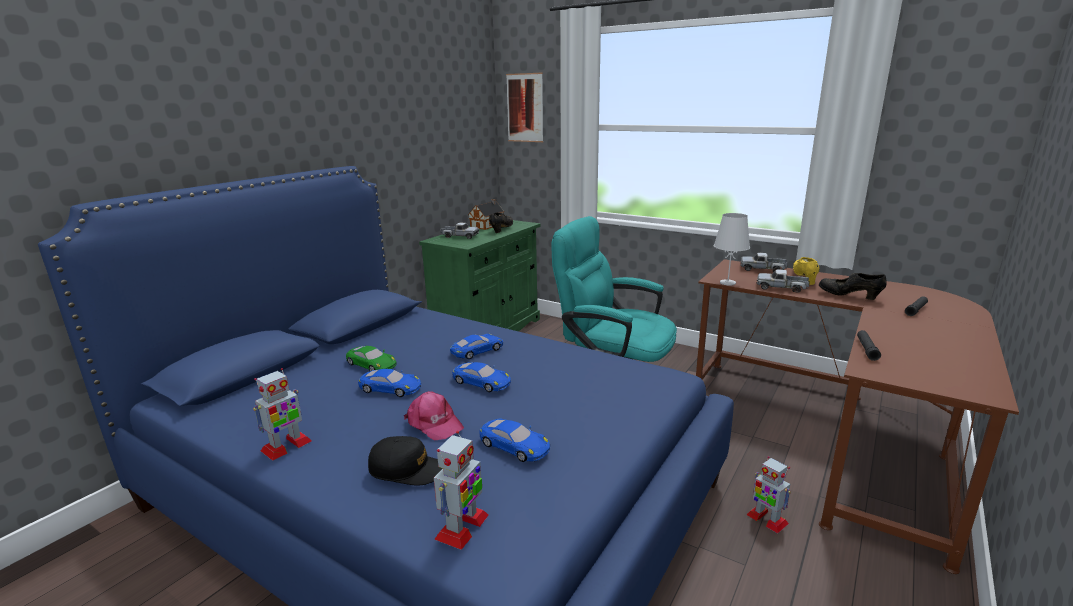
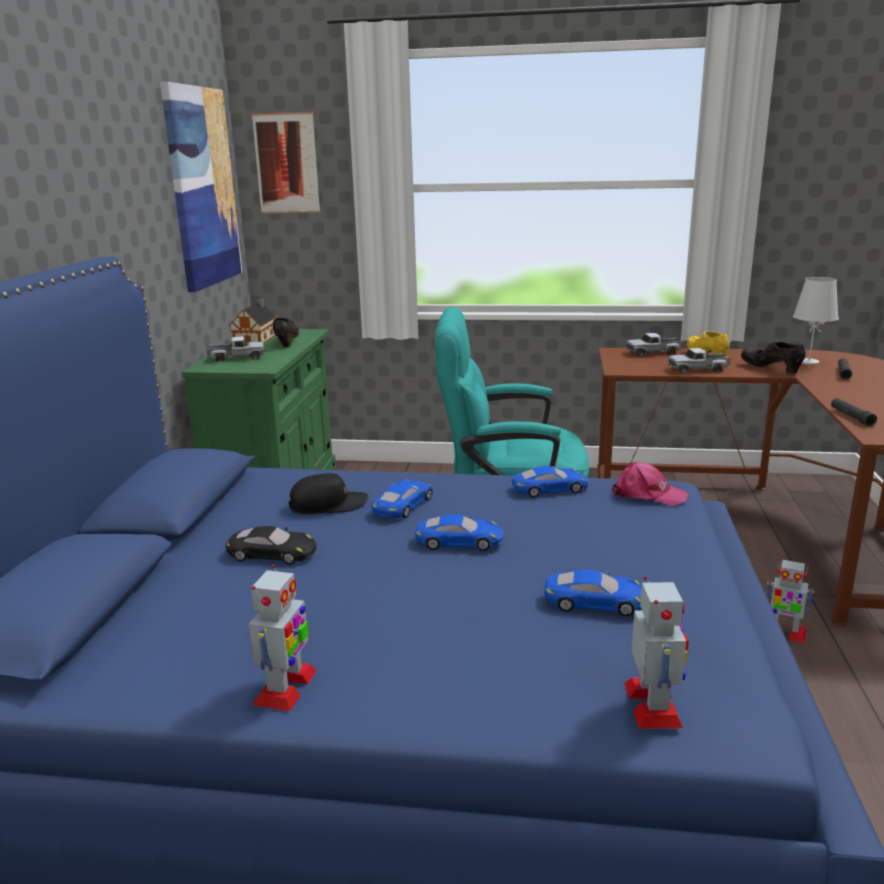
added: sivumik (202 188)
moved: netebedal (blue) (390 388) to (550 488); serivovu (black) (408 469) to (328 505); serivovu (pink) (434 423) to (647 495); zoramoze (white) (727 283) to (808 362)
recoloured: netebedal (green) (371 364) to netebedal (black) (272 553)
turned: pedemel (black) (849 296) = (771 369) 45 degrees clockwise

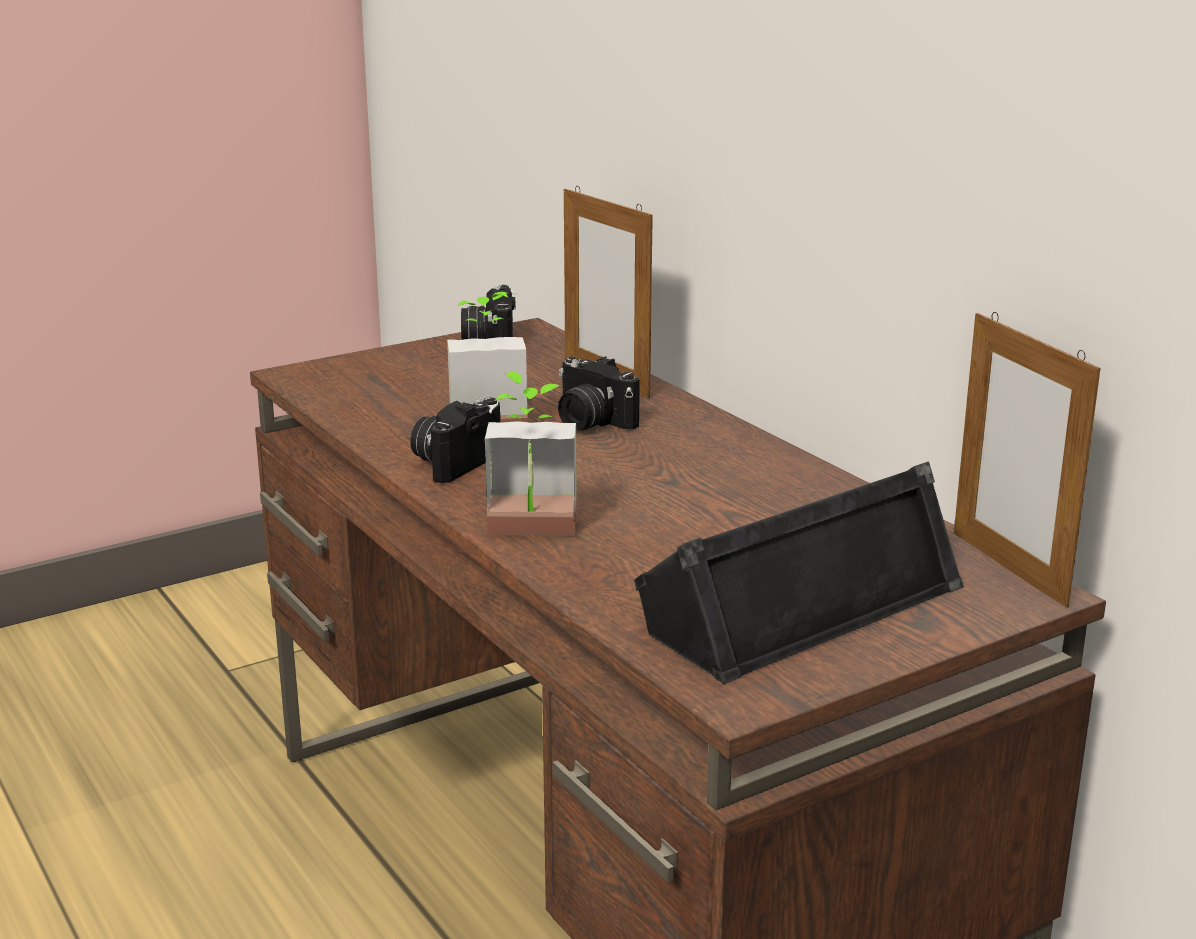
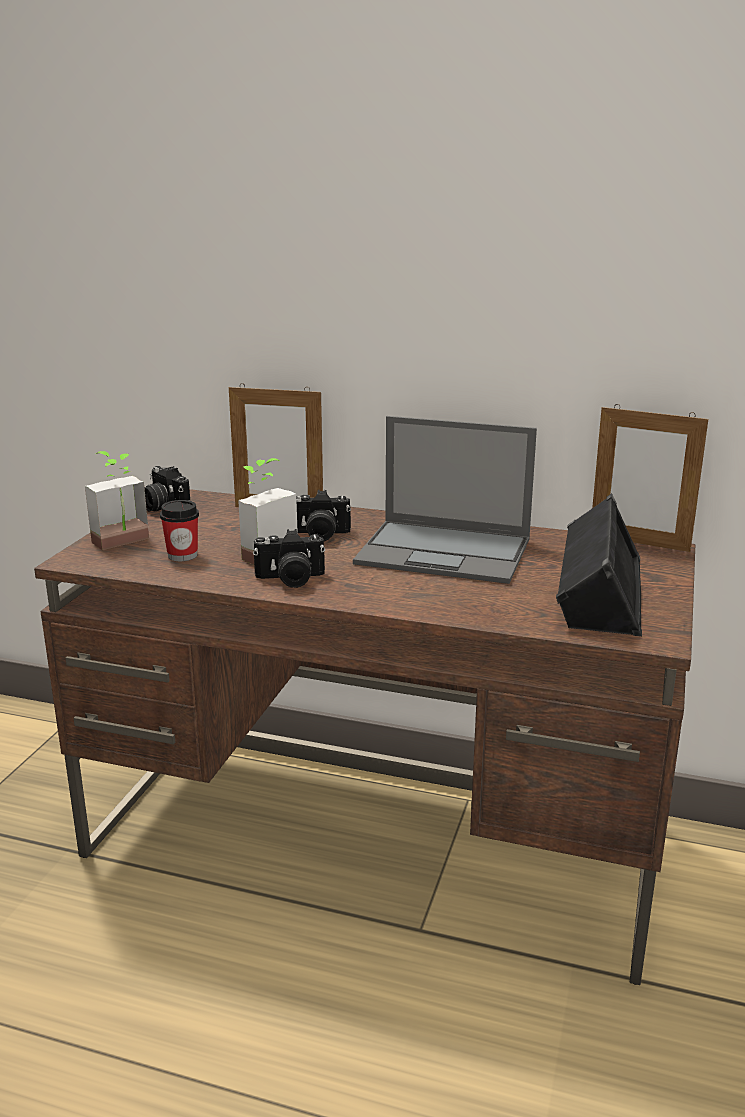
added: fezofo (182 555); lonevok (446 552)
moved: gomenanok (531 533) to (125 543)
turned: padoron (454 462) = (290 579) 90 degrees counterclockwise

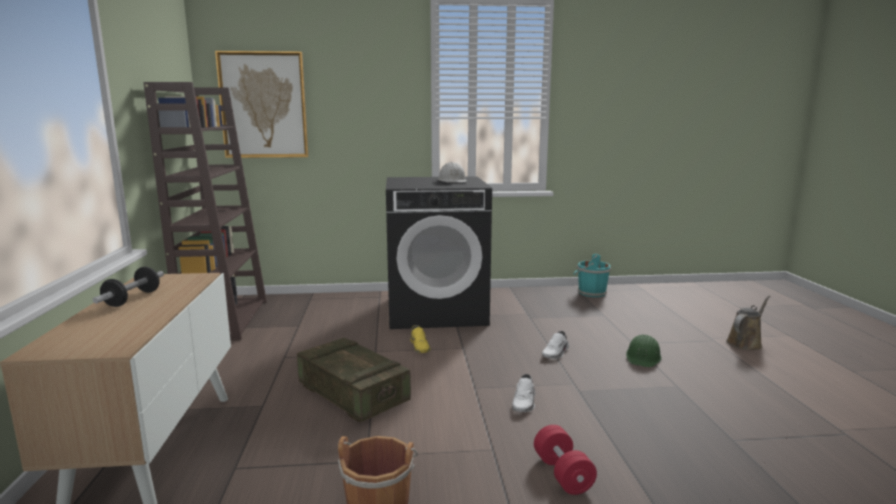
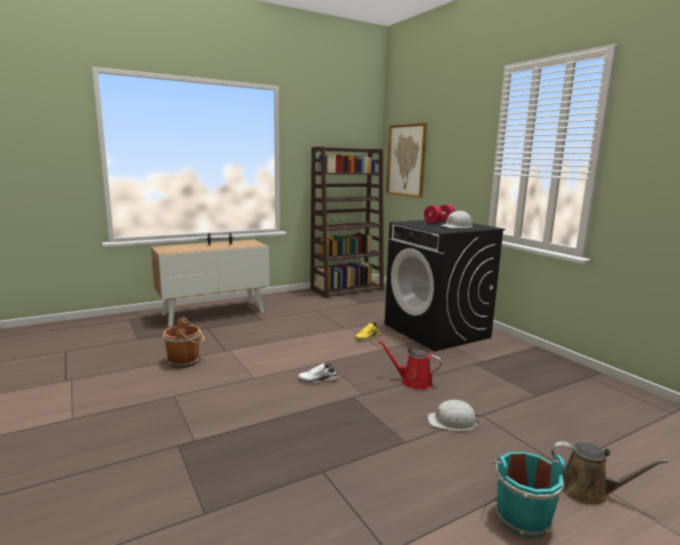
removed: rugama (353 395)
moved: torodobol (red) (562 474) to (439 222); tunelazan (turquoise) (590 293) to (521 516)
replaced: pedemel (white) (556 353) to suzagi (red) (413 382)
recoloured: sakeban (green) (643 357) to sakeban (white) (452 422)

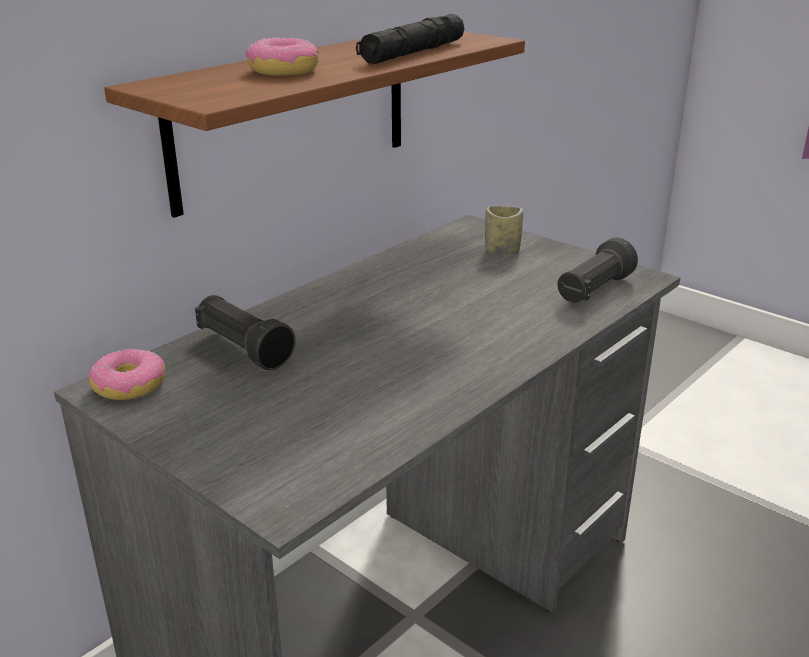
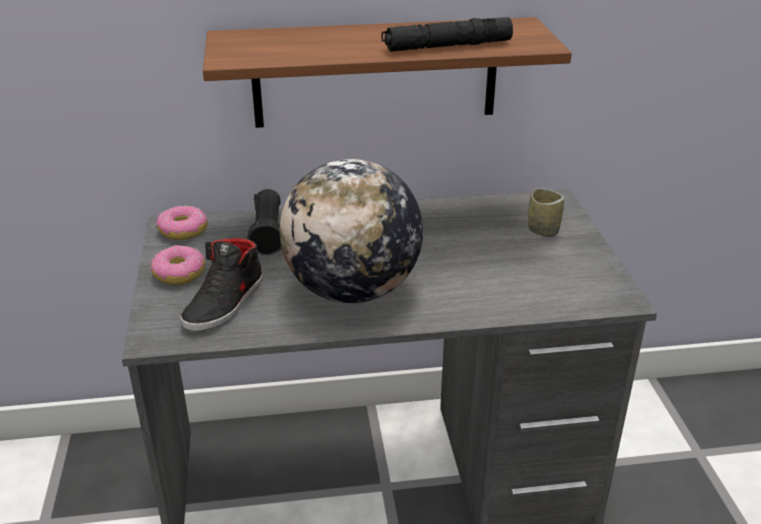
removed: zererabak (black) (593 291)
added: pedemel (black) (225 303); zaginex (353 290)
moved: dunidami (283 71) to (179 273)

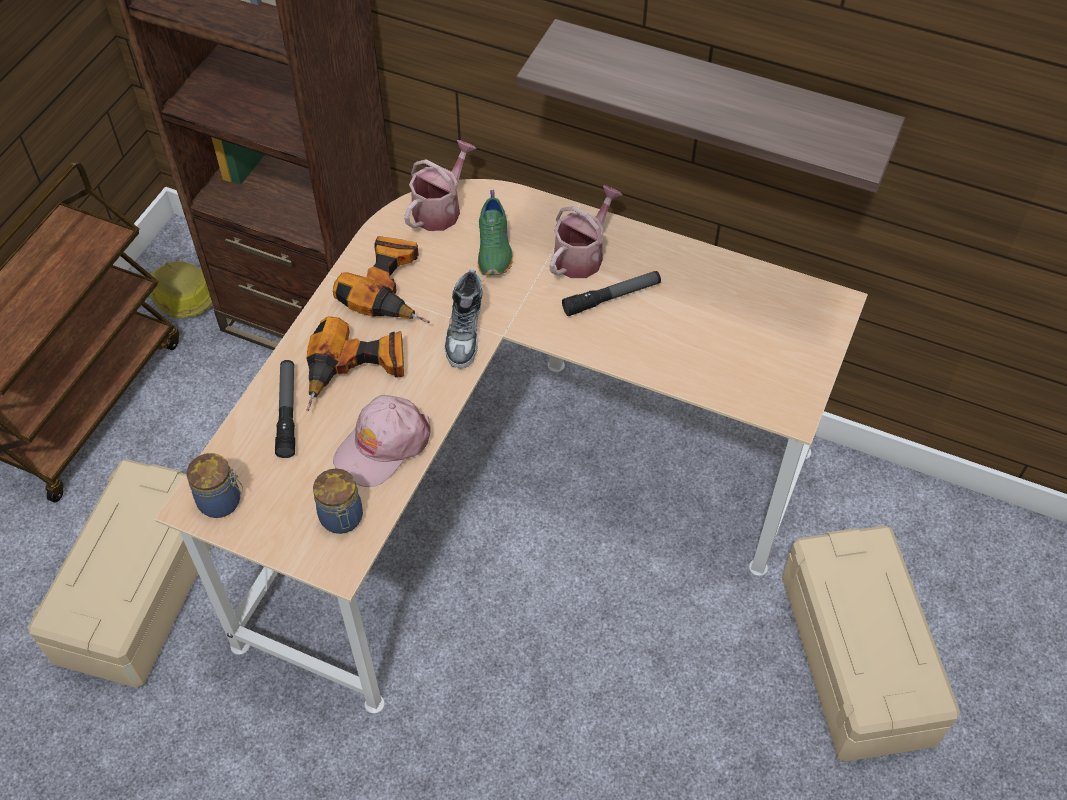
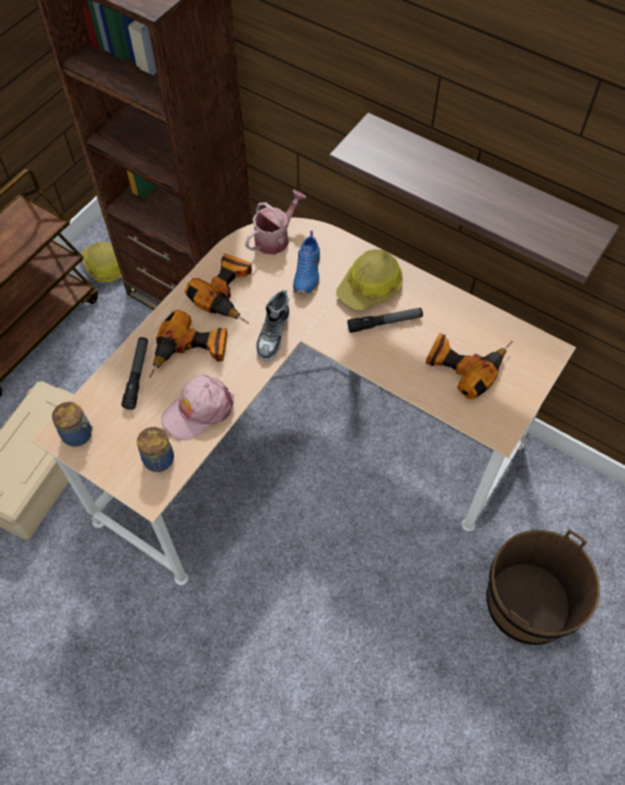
added: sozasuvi (464 364)
replaced: suzagi (582 255) to sakeban (370 287); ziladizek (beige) (859 658) to tunelazan (brown) (527 604)
recoloured: pedemel (green) (495 249) to pedemel (blue) (308 273)

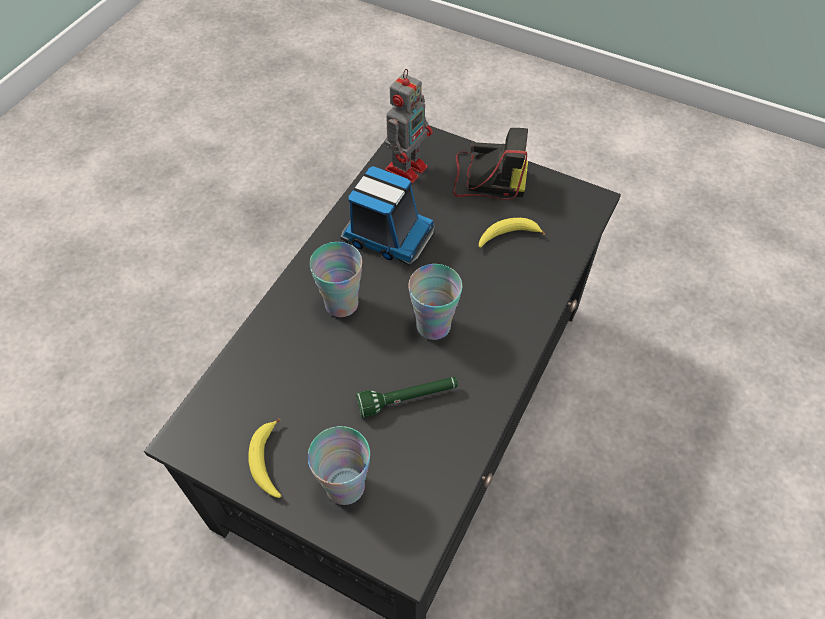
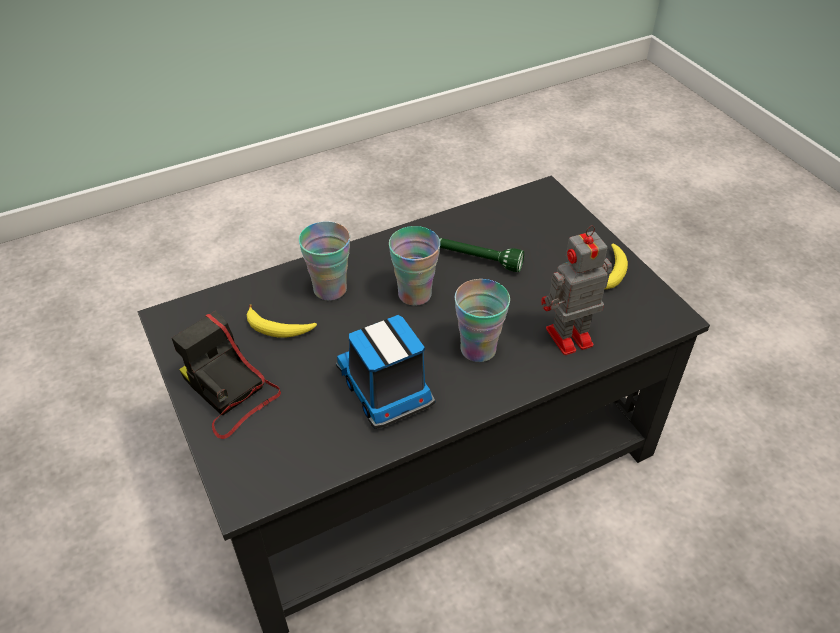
moved: fezofo (345 486) to (330 289); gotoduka (407 167) to (567 338)

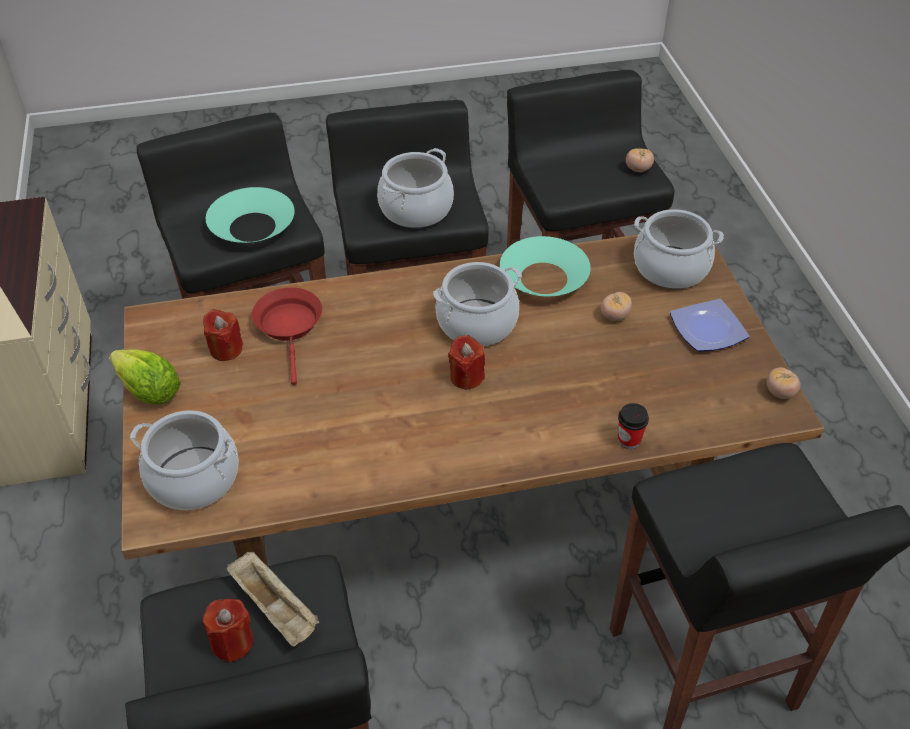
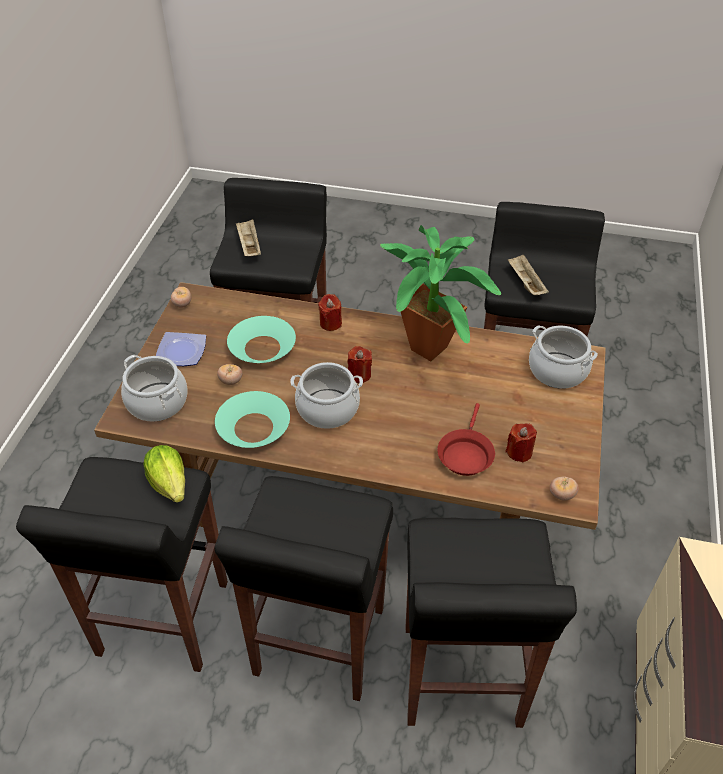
removed: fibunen (416 209); fezofo (629 440)
added: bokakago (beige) (249 246); gomenanok (432 354)
moved: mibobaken (149 391) to (170 484); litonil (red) (232 642) to (330 323); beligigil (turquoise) (252 227) to (262 347); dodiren (638 169) to (561 495)

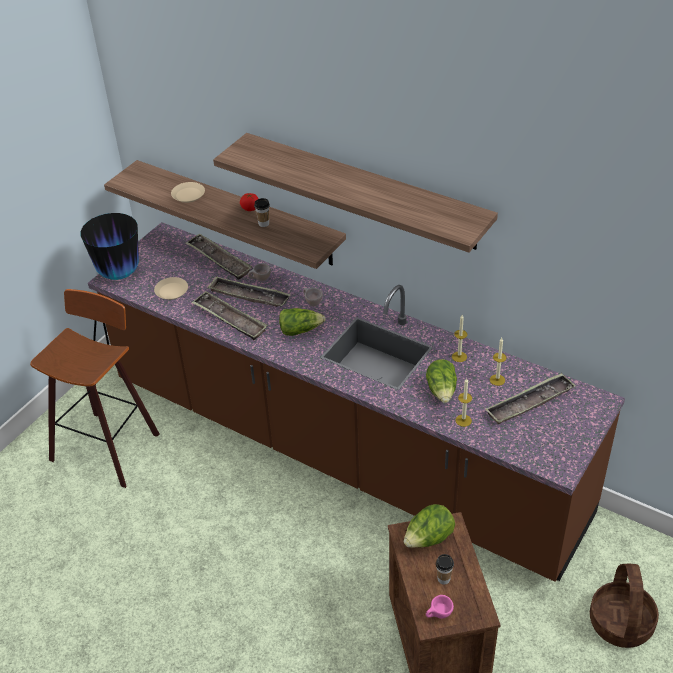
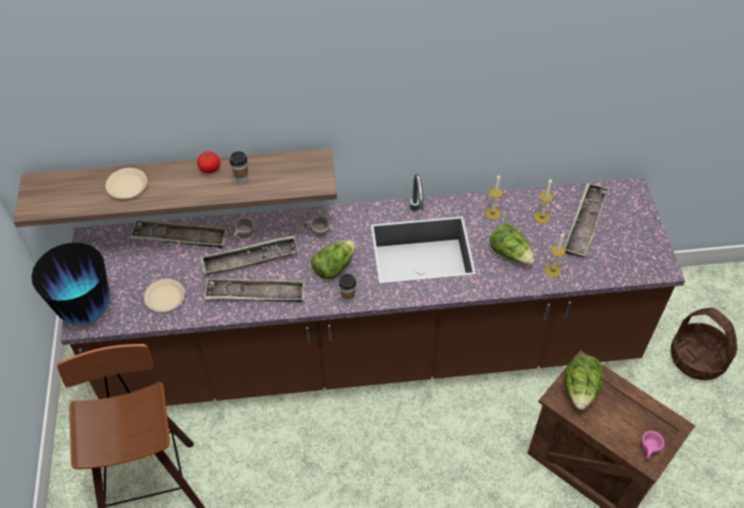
removed: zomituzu (365 191)
moved: fezofo (443 579) to (348 298)

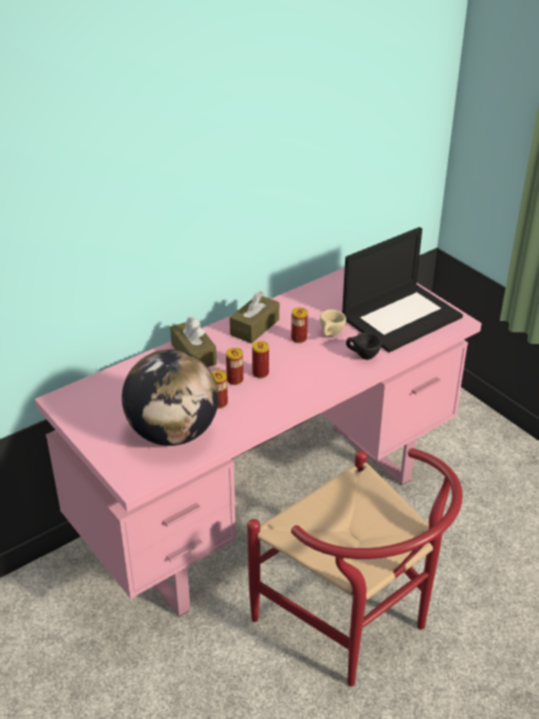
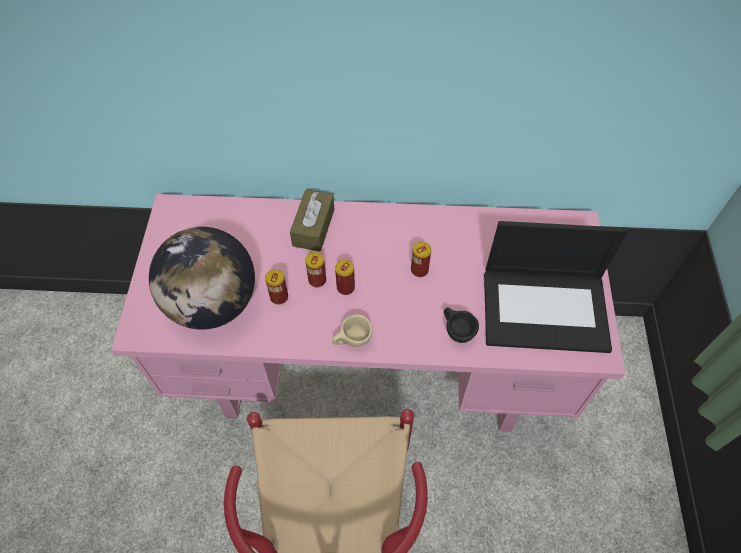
removed: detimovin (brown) (254 327)
moved: fezofo (beige) (331 335) to (352 342)

